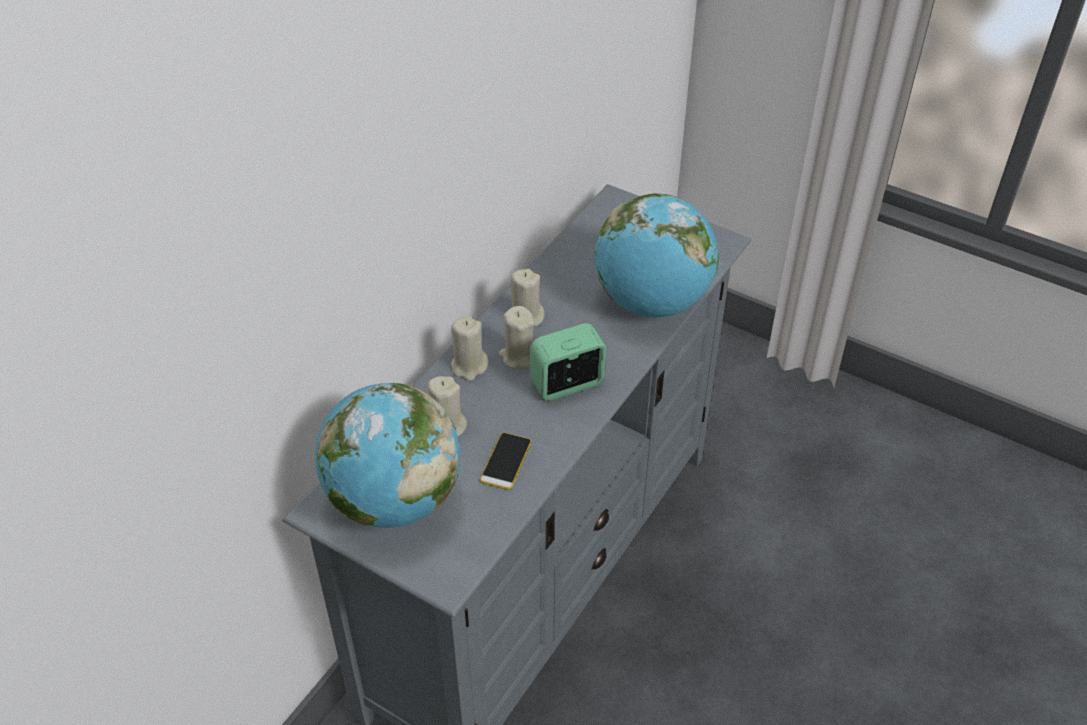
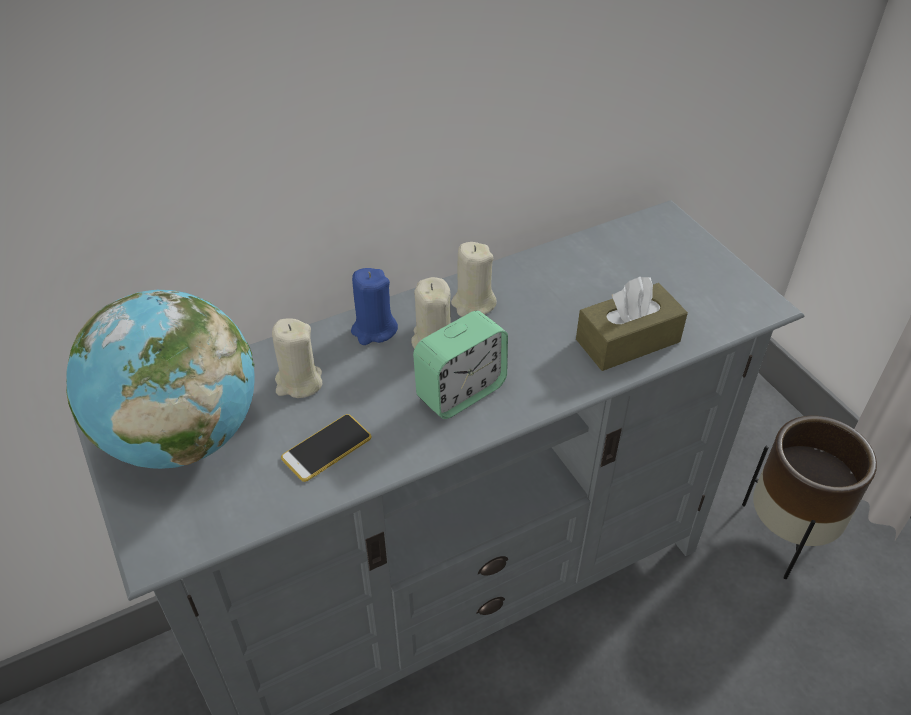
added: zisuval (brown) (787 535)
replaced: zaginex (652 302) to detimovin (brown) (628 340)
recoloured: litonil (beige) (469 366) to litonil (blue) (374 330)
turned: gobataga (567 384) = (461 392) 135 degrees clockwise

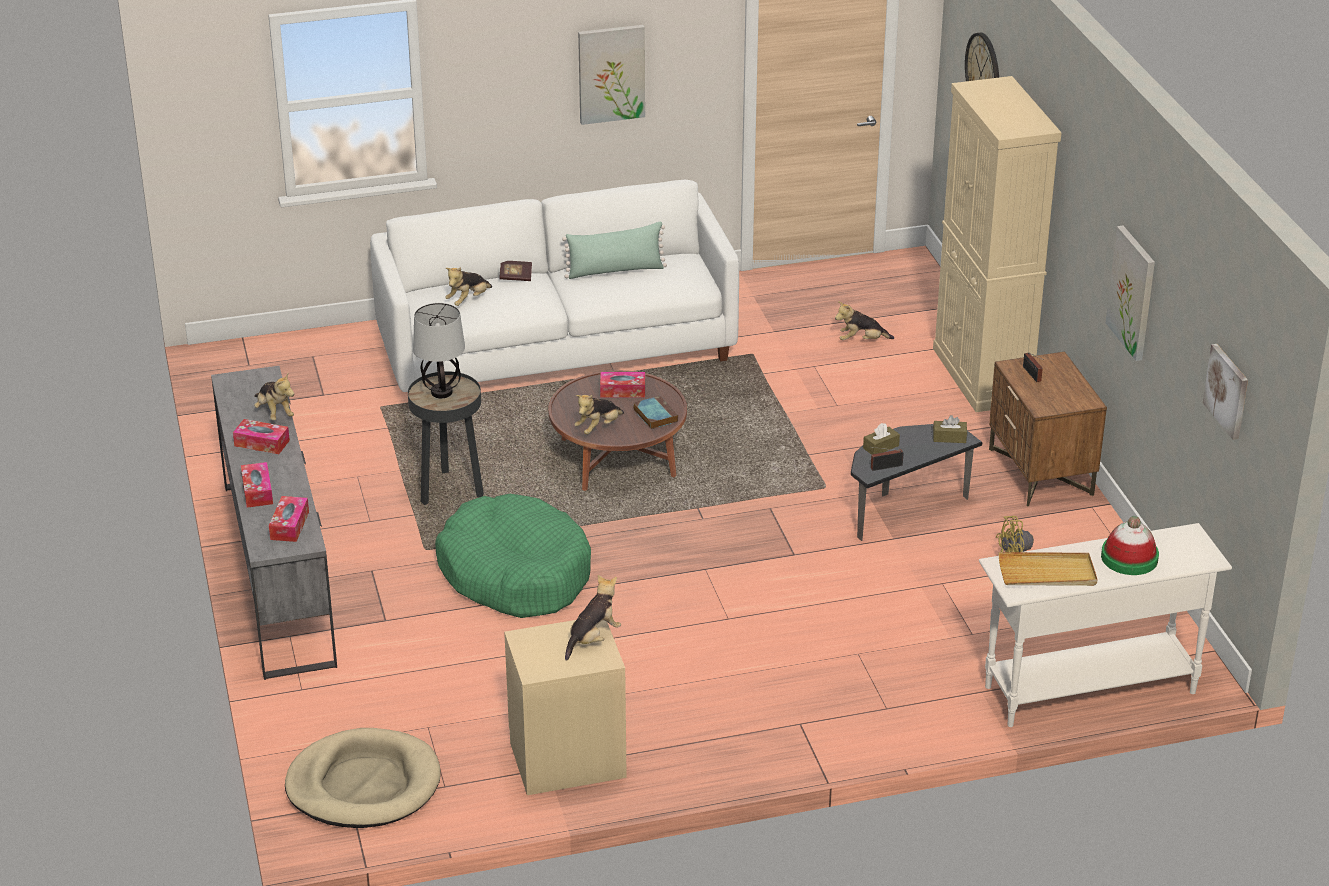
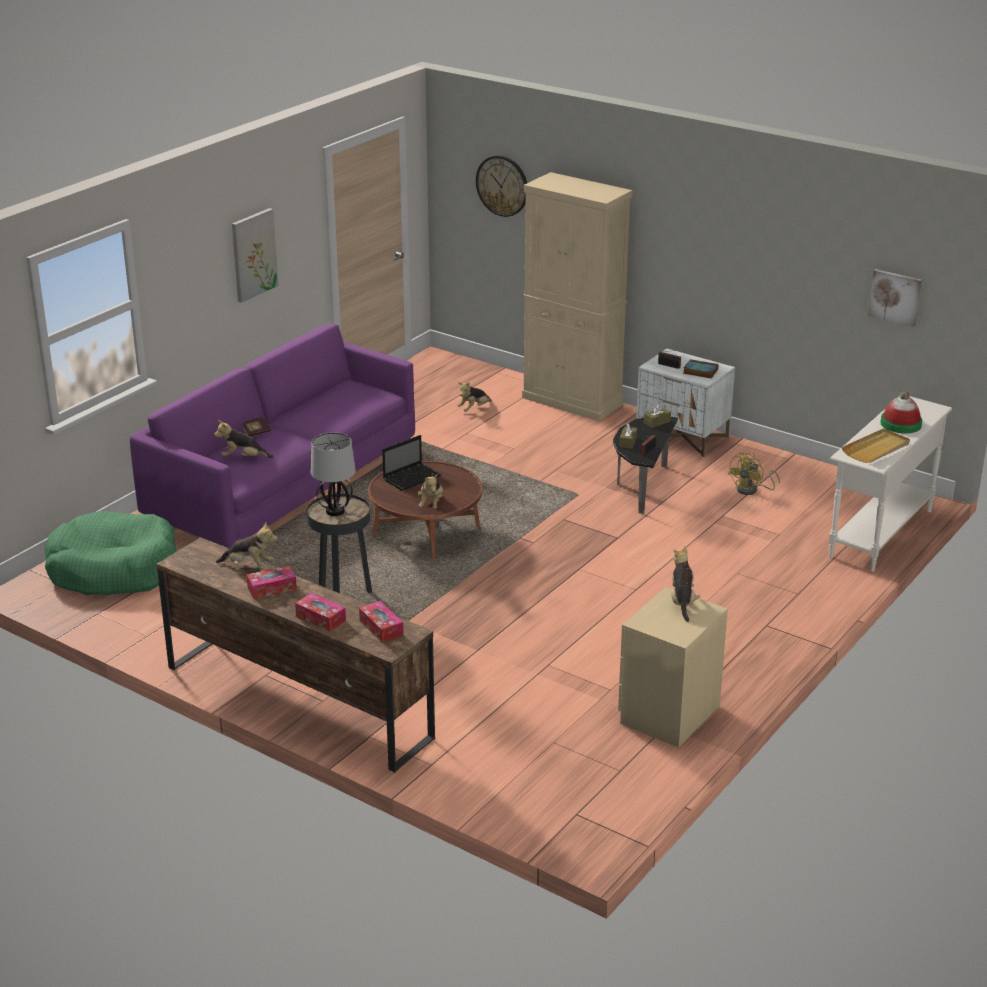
removed: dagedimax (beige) (364 784); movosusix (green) (615 271); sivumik (1132 292)
moved: dagedimax (green) (515 573) to (114 569); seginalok (654 415) to (699 371)
replaced: detimovin (622 391) to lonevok (412 477)
recoloured: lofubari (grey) (278 571) to lofubari (brown) (297 701); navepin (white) (556 349) to navepin (purple) (283 486); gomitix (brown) (1041 472) to gomitix (white) (683 437)
turned: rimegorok (468 300) = (243 458) 90 degrees clockwise

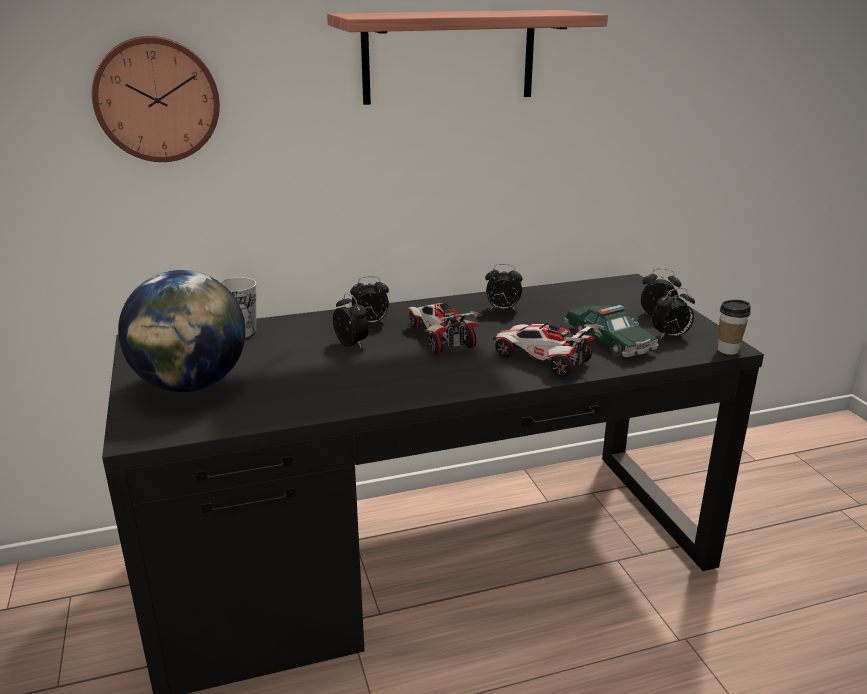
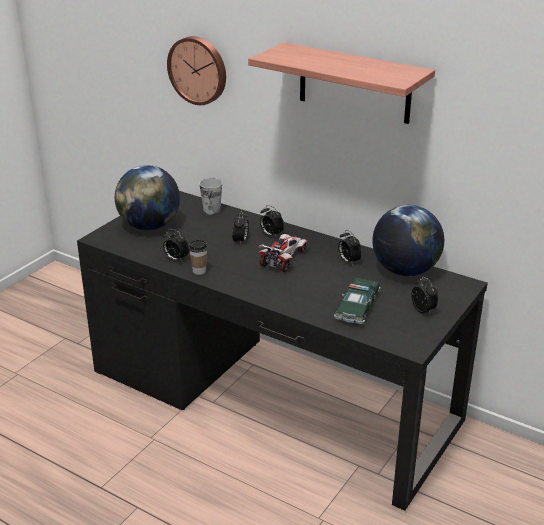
removed: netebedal (541 360)
added: zaginex (405 271)
moved: gobataga (670 337) to (176 259); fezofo (728 350) to (199 271)

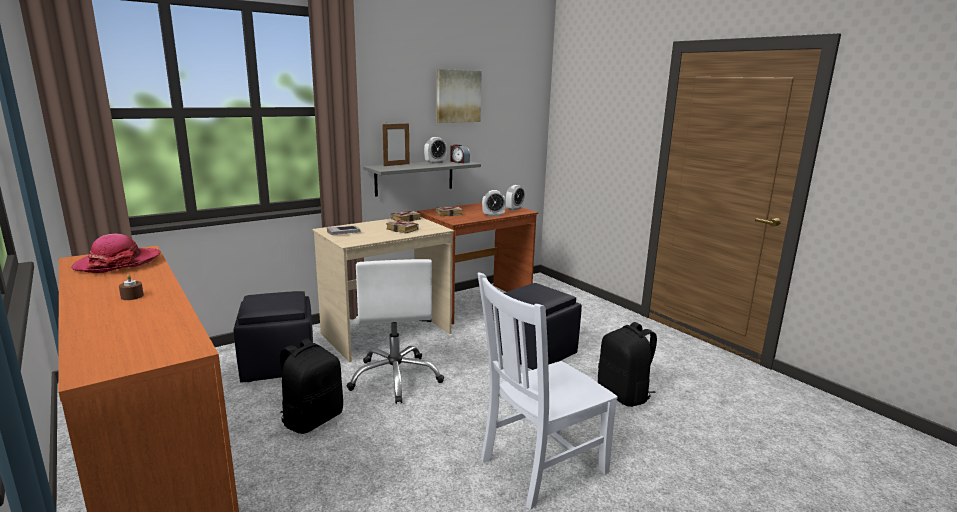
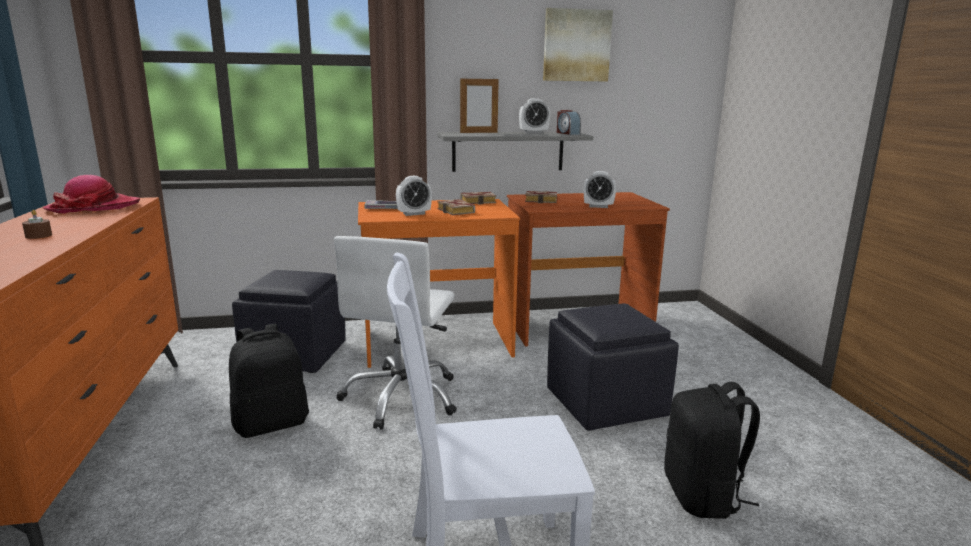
moved: gobataga (514 209) to (414 214)
recoloured: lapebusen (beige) (386 334) to lapebusen (orange) (437 344)

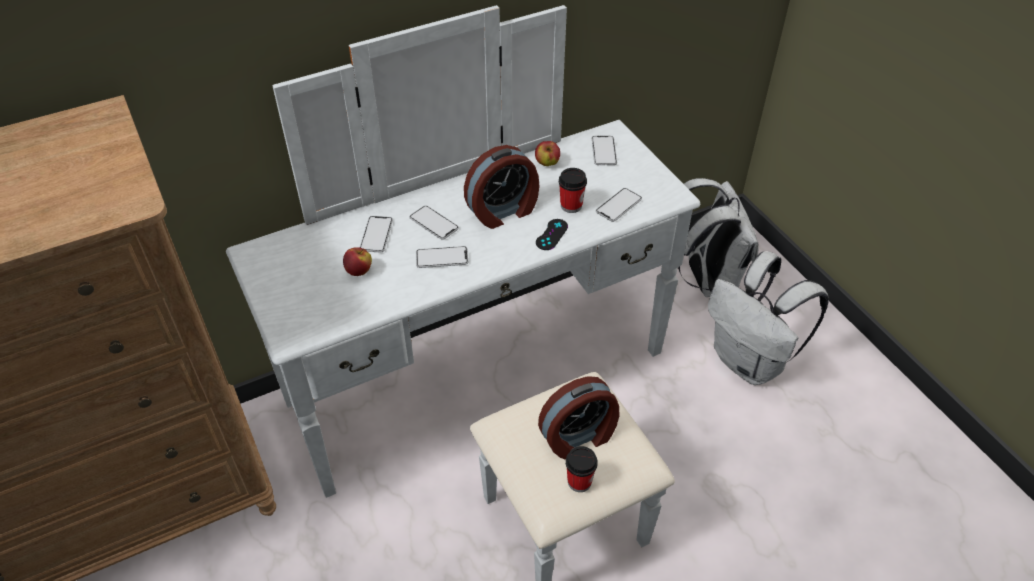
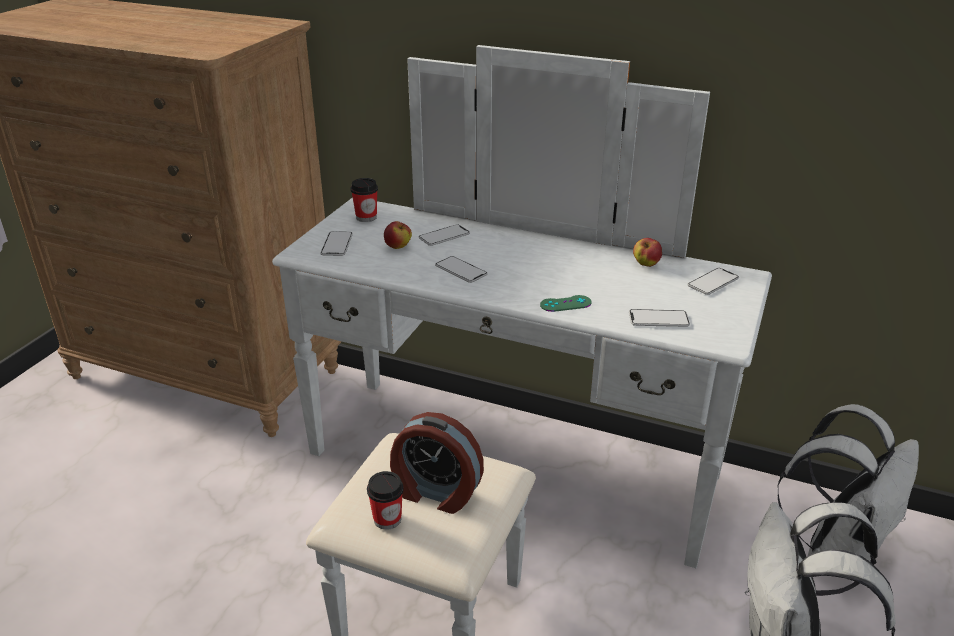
removed: gobataga (503 211)
moved: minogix (434 223) to (337 244); fezofo (571 205) to (366 217)
recoloured: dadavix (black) (551 234) to dadavix (green) (565 304)

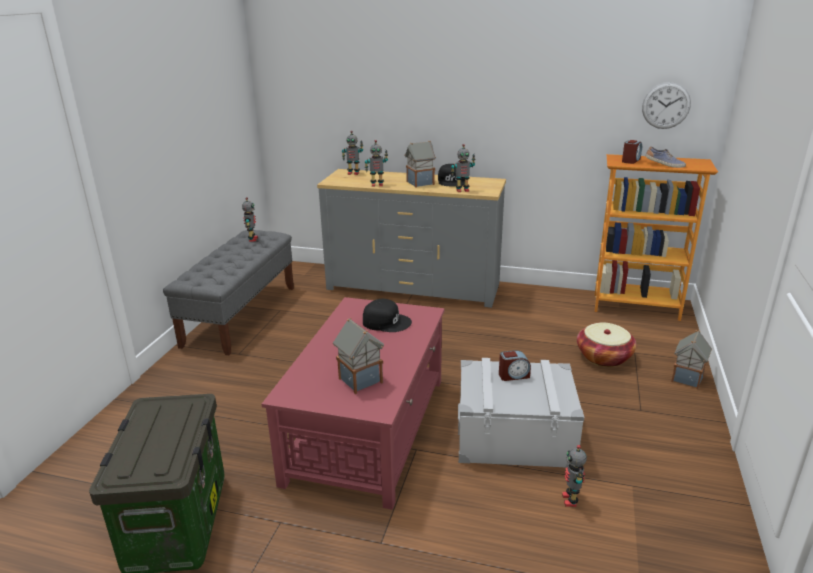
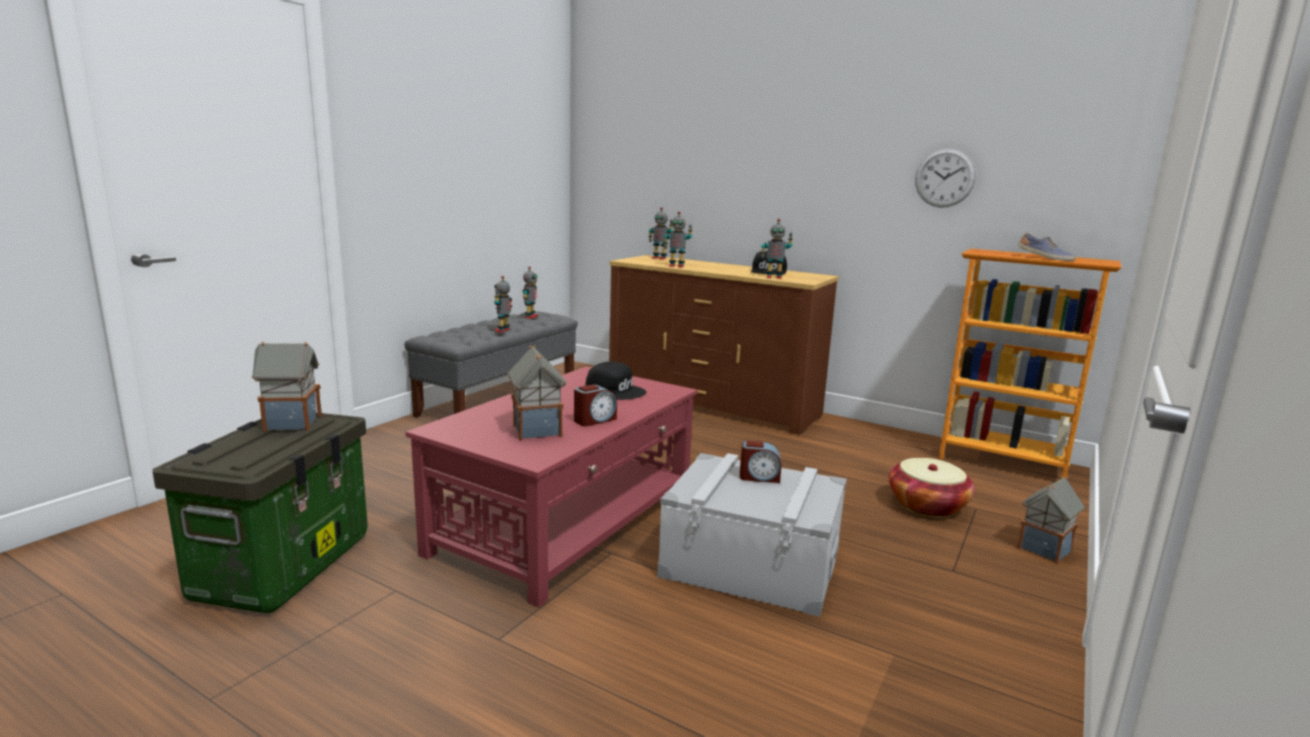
moved: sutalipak (419 183) to (291 423); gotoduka (570 500) to (503 330); gobataga (631 160) to (594 420); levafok (666 105) to (944 178)
recoloured: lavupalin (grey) (413 287) to lavupalin (brown) (712 403)

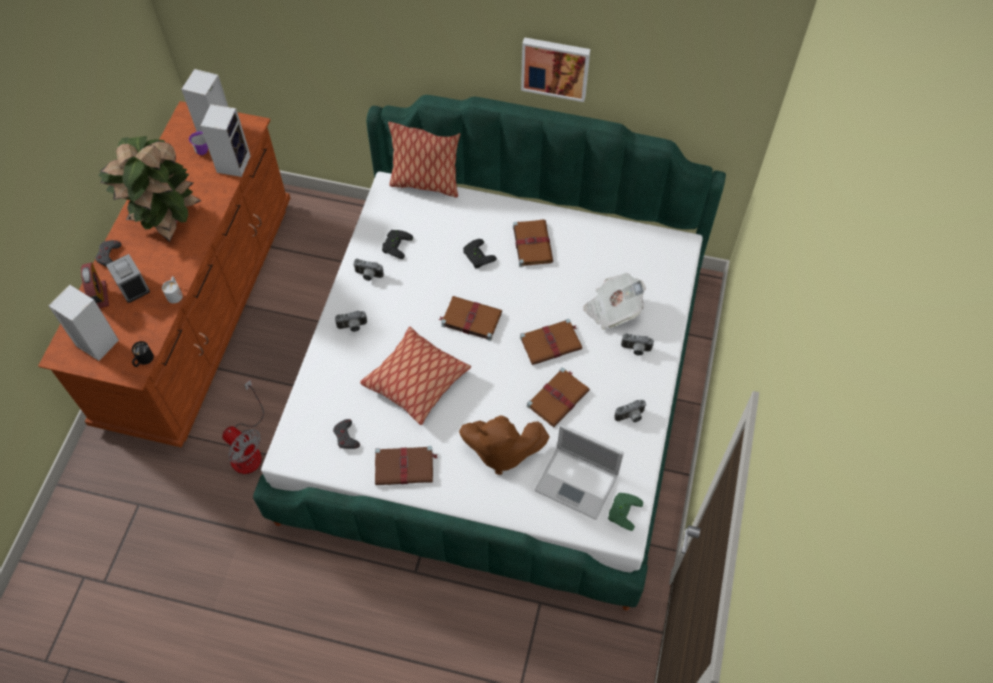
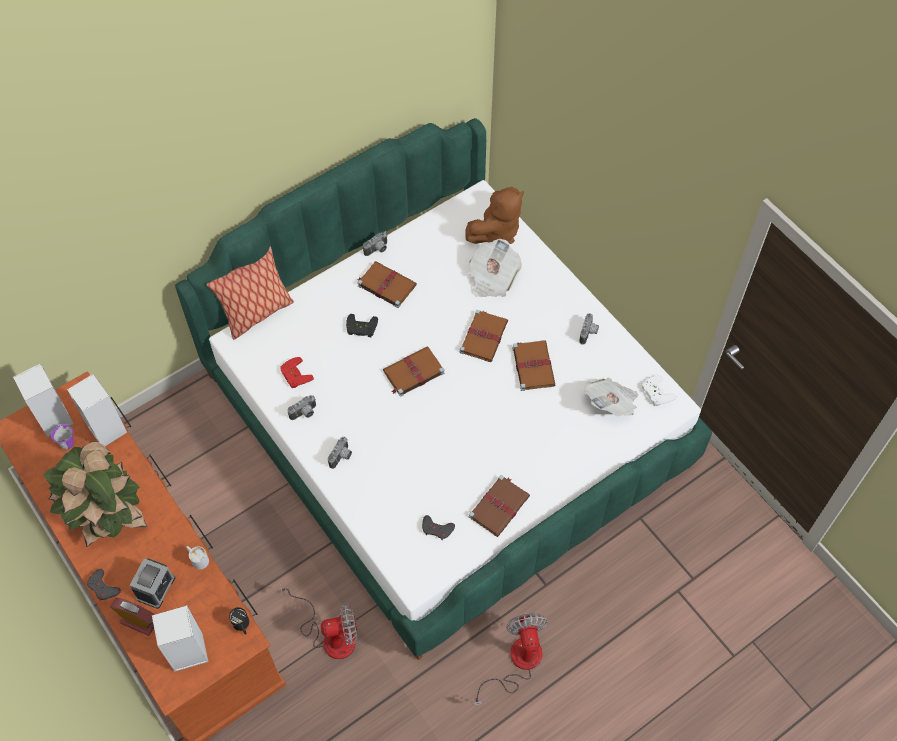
removed: movosusix (416 380); sivumik (555 67)
added: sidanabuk (517 663)
moved: rimegorok (brown) (501 451) to (496 231); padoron (636 350) to (377 250)
replaced: lonevok (578 483) to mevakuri (611 404)
recoloured: dadavix (black) (395 245) to dadavix (red) (294 375); dadavix (green) (622 511) to dadavix (white) (655 393)
turned: gobataga (132 286) = (155 588) 105 degrees clockwise

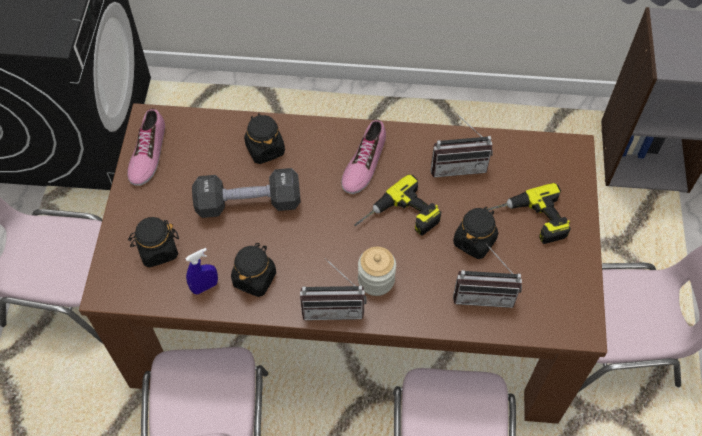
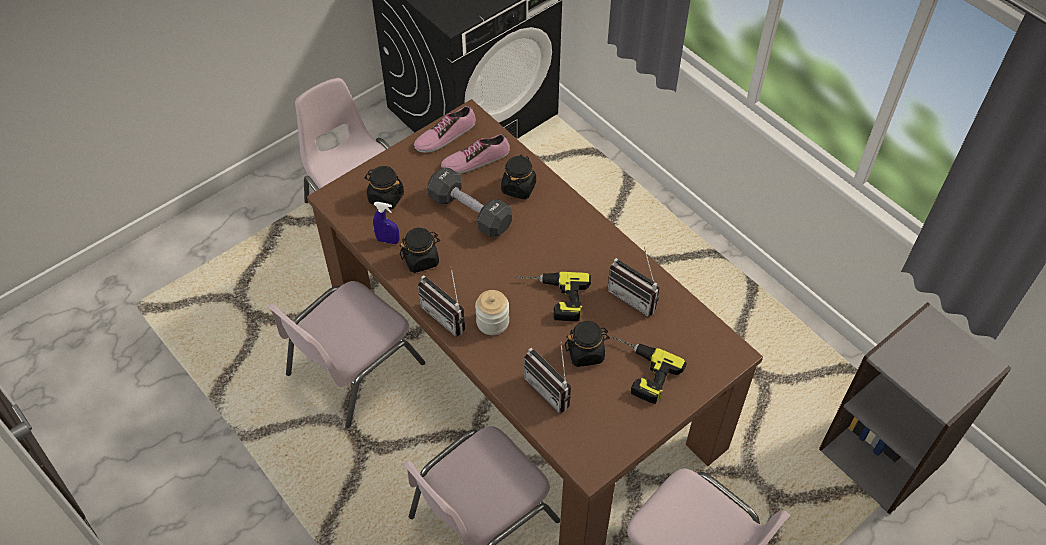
moved: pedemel (363 162) to (475 160)

